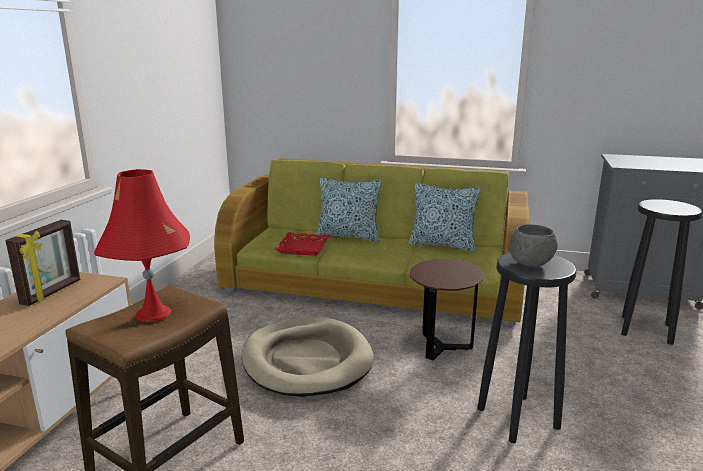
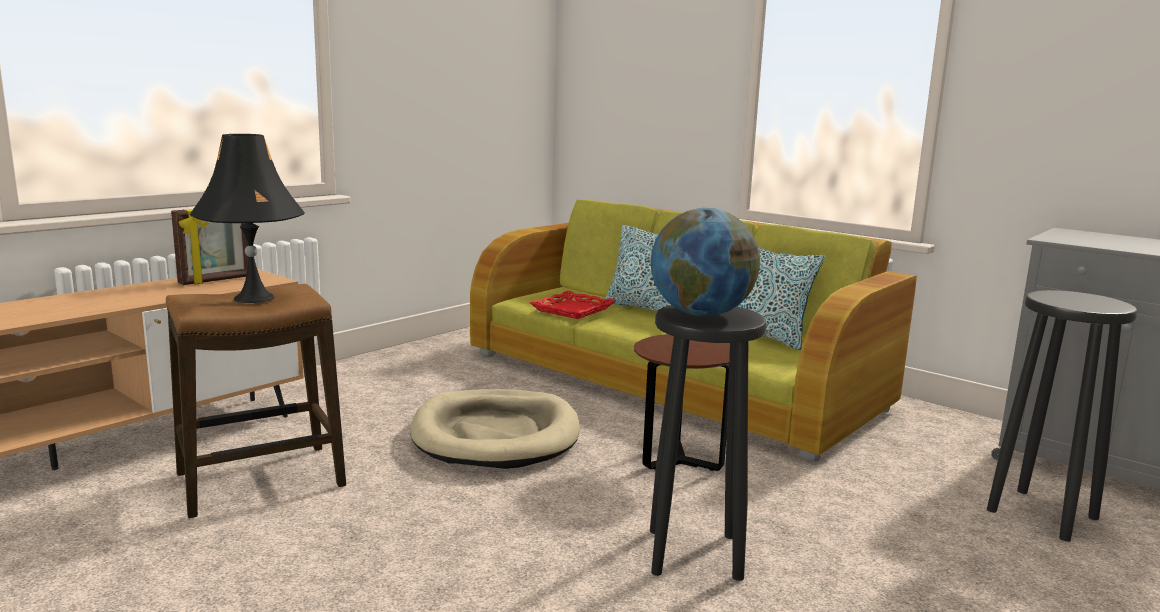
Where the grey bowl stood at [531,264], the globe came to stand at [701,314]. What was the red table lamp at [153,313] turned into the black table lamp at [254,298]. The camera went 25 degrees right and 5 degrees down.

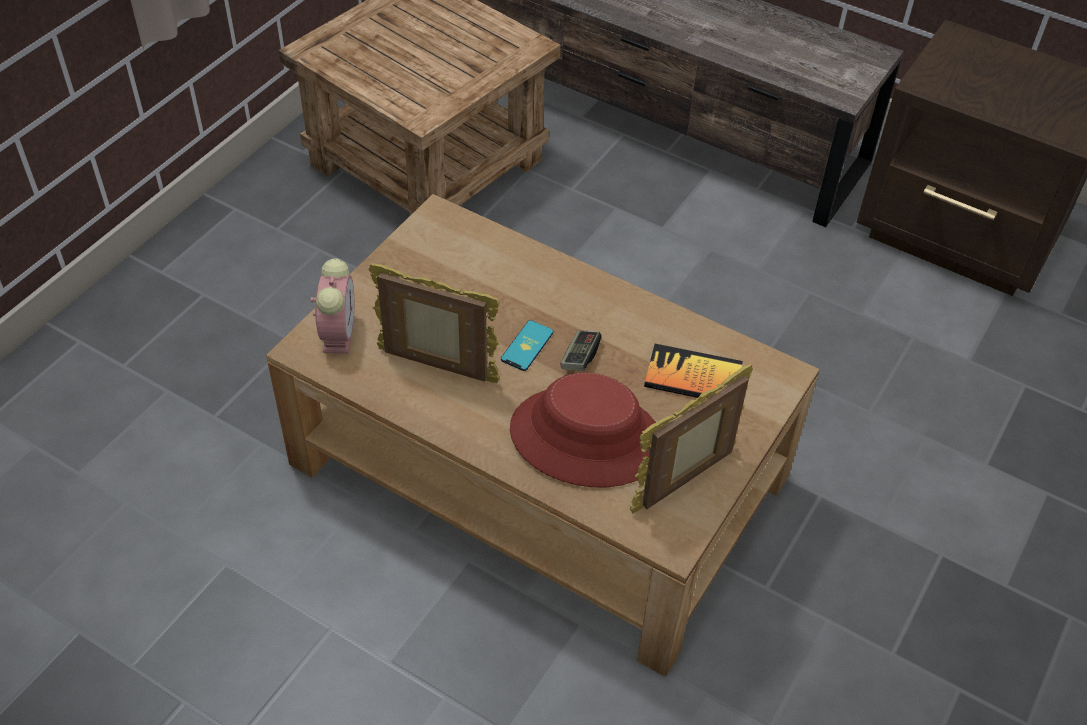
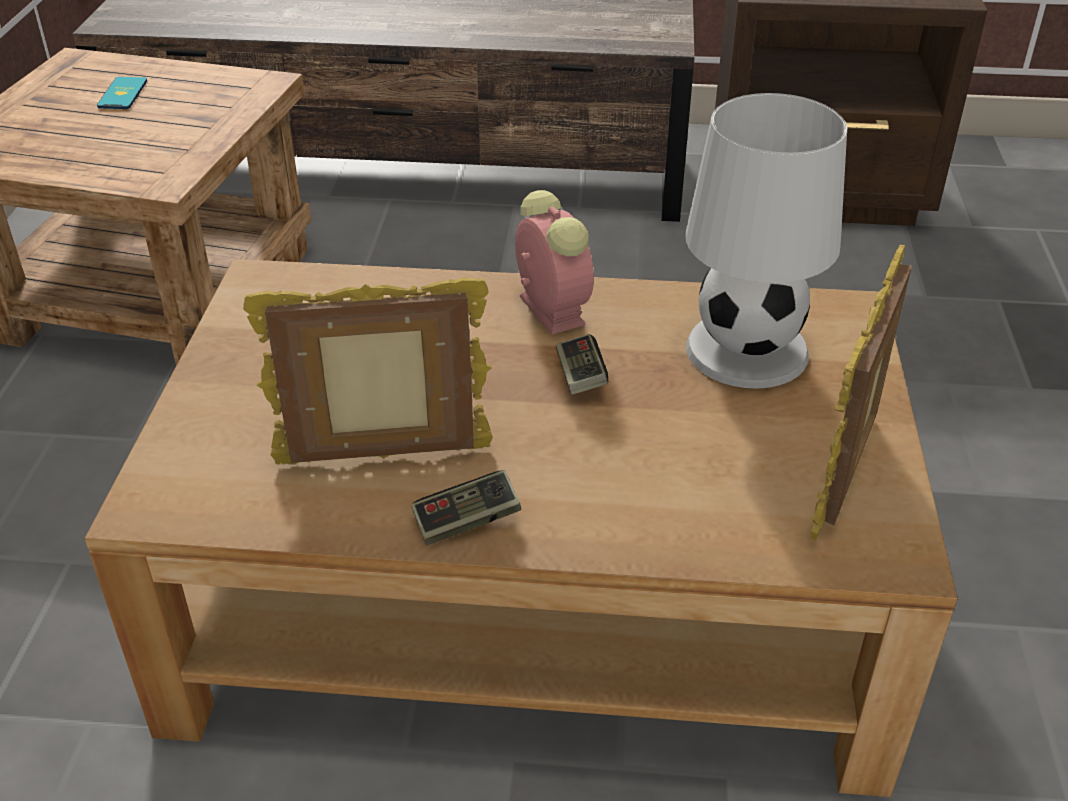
The second view lost the red hat at [586,437]. The second view gained the game controller at [466,521]. The alarm clock ended up elsewhere, having gone from [338,332] to [549,309]. The phone ended up elsewhere, having gone from [527,346] to [123,94]. Where the book stood at [693,377], the white table lamp came to stand at [745,349]. The camera went 25 degrees left and 10 degrees down.

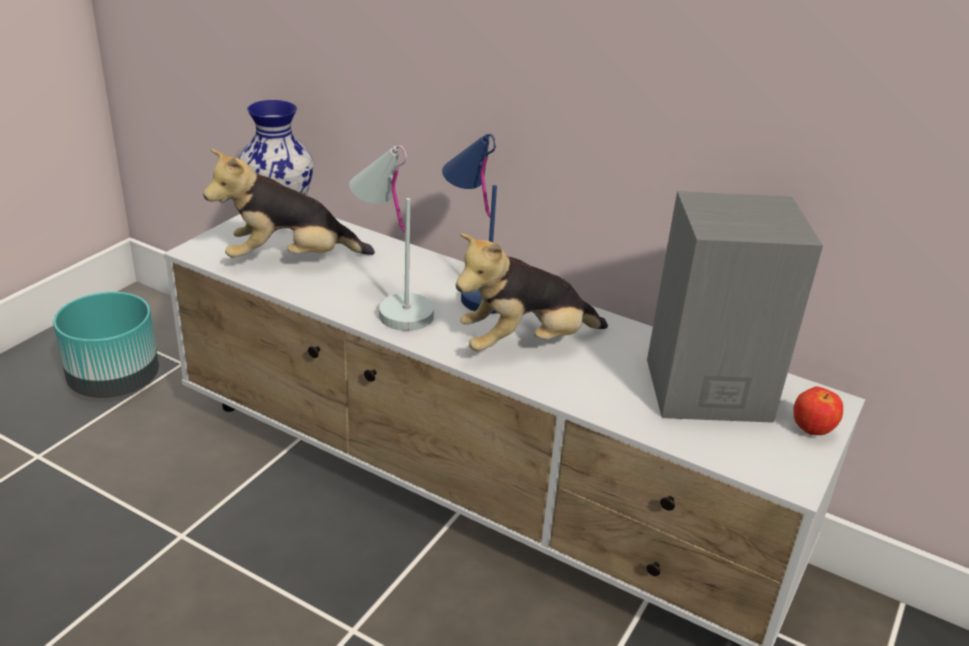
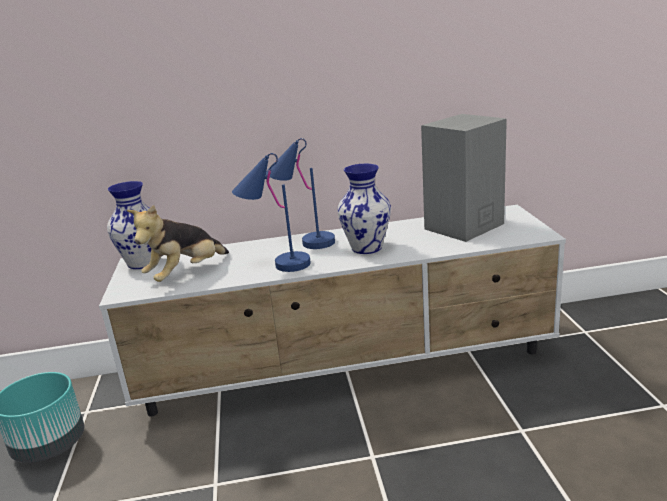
The second view lost the apple at [812,430]. Where the plush toy stood at [525,344], the vase came to stand at [367,247]. What was the white table lamp at [390,304] turned into the blue table lamp at [276,264]. The camera went 35 degrees left and 10 degrees down.

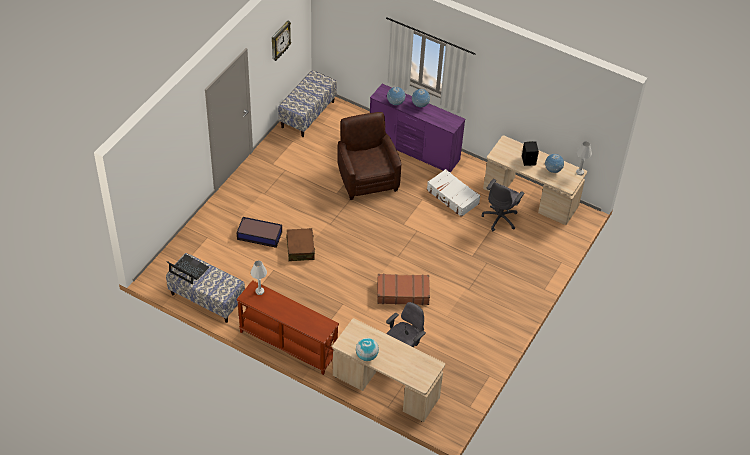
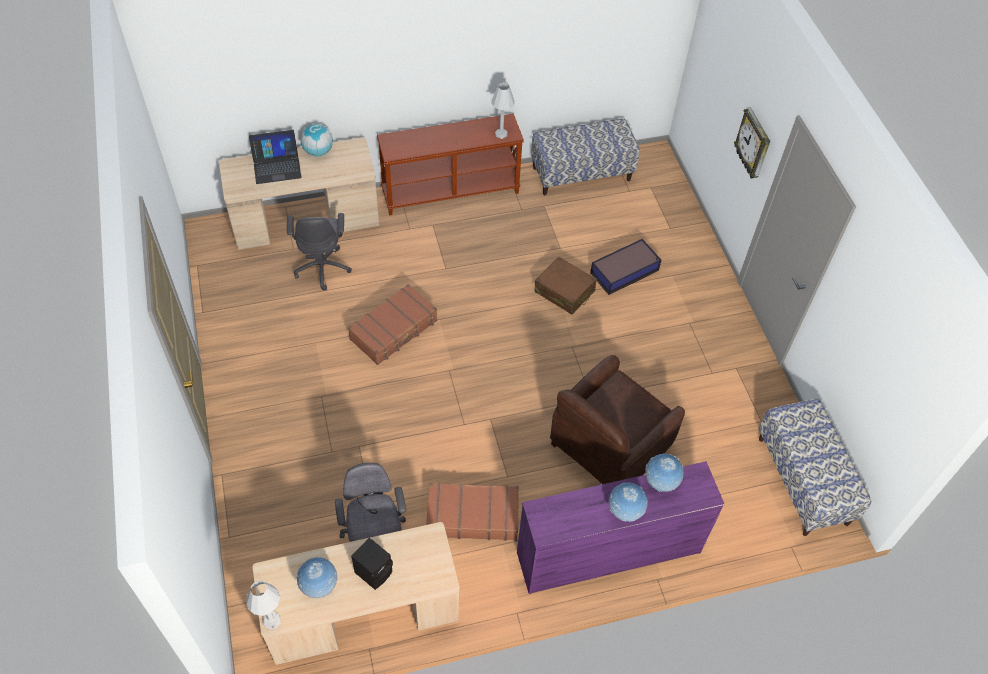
The laptop ended up elsewhere, having gone from [188,269] to [277,166]. The wall clock ended up elsewhere, having gone from [279,41] to [753,144]. What was the white suitcase at [452,197] turned into the brown suitcase at [472,516]. The brown armchair at [367,178] ended up facing another way, 105 degrees clockwise from before. The camera went 135 degrees right and 5 degrees up.

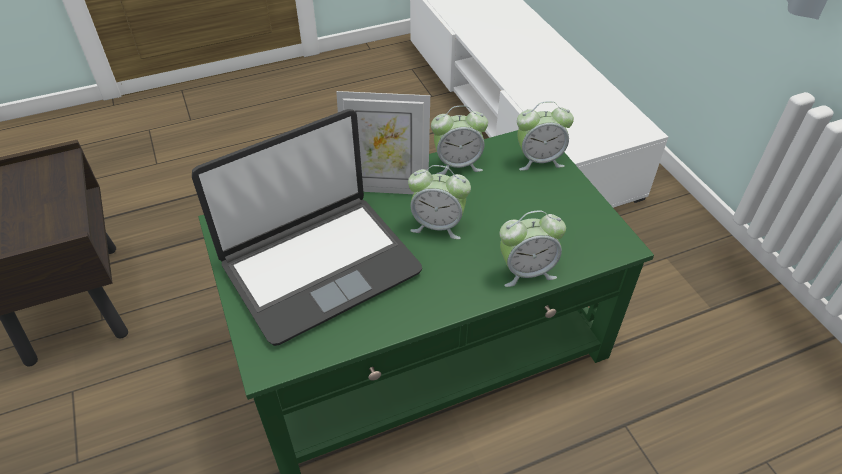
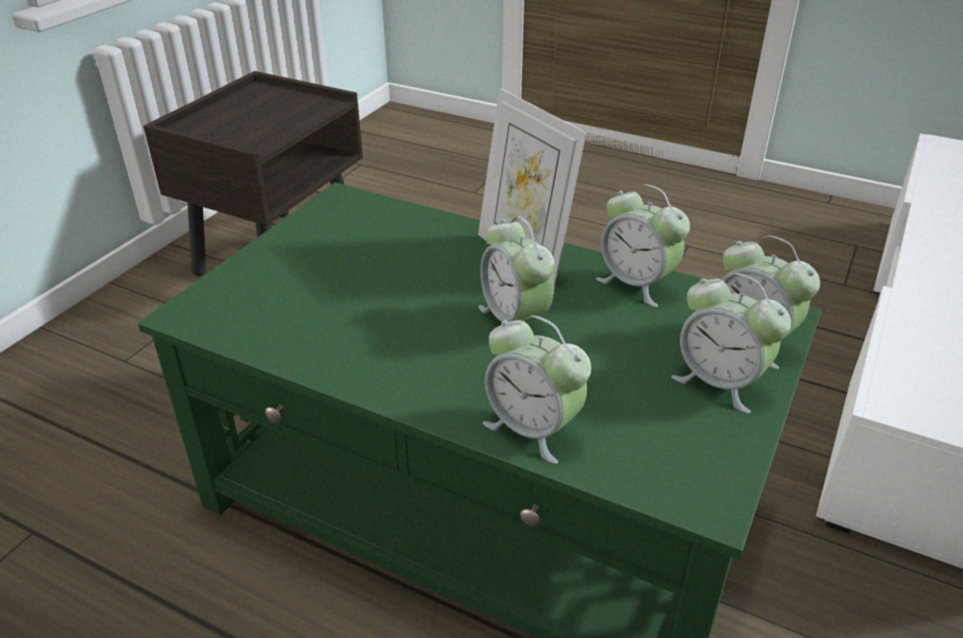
The second view lost the laptop at [319,266]. The second view gained the alarm clock at [720,383]. The camera went 50 degrees right and 10 degrees down.

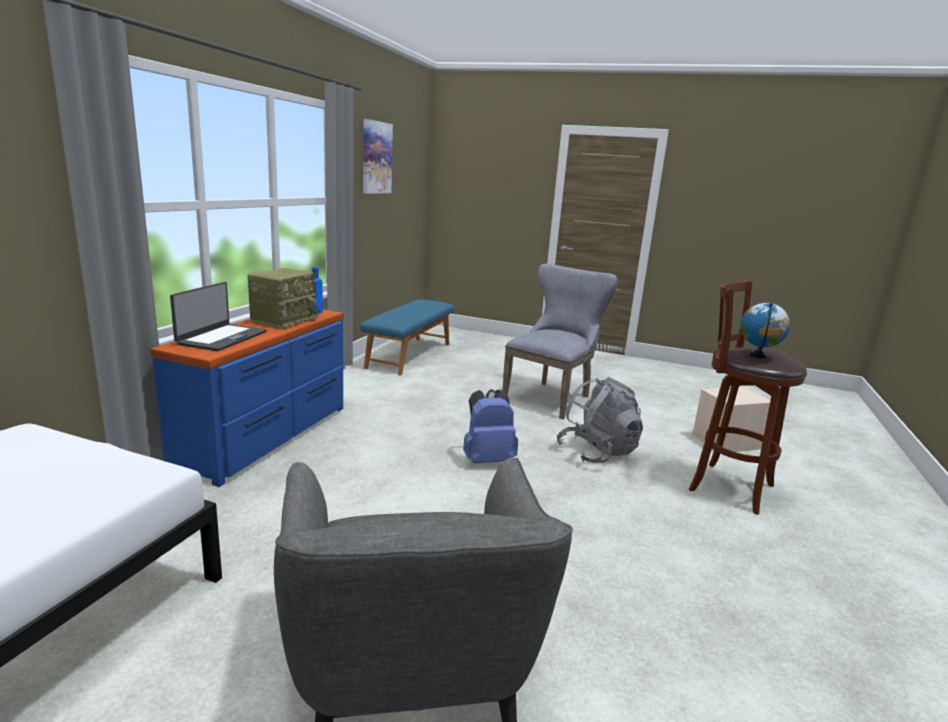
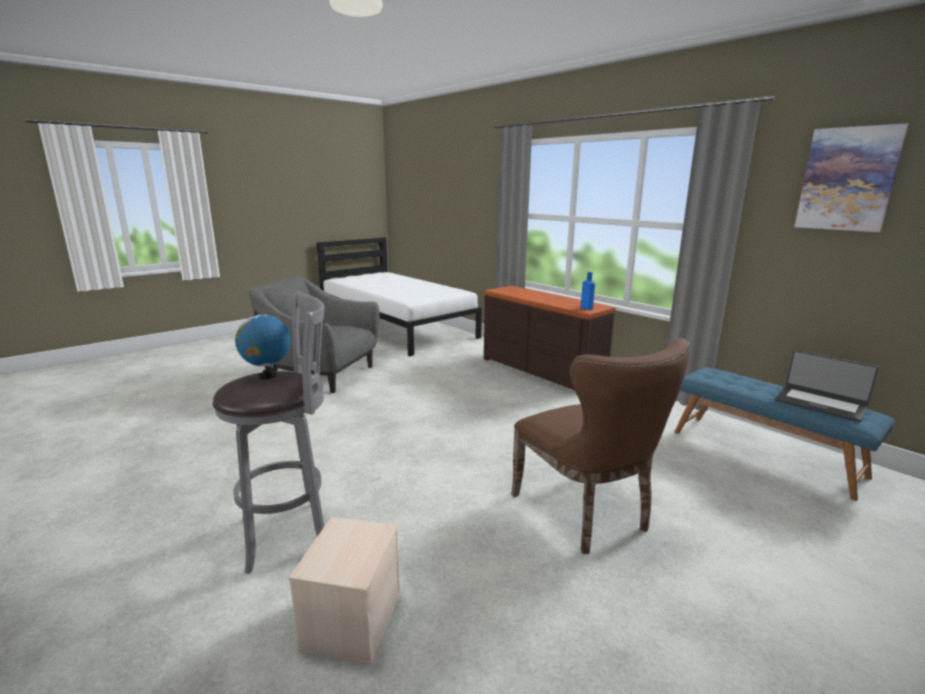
The second view lost the radio at [284,320]. The second view lost the blue backpack at [487,459]. The second view lost the grey backpack at [597,452]. The laptop ended up elsewhere, having gone from [221,338] to [820,404]. What was the blue dresser at [268,436] turned into the brown dresser at [540,371]. What was the grey chair at [551,397] turned into the brown chair at [587,515]. What was the brown stool at [726,485] turned into the grey stool at [291,532]. The camera went 120 degrees right and 0 degrees up.

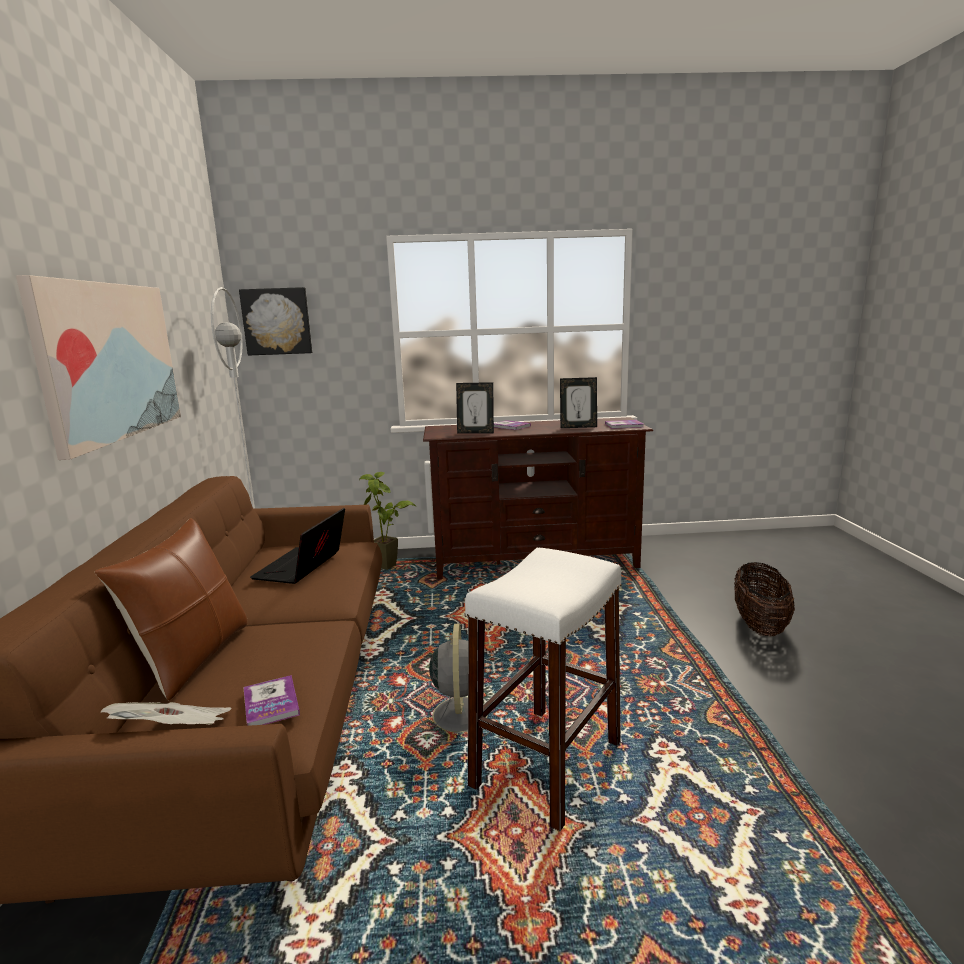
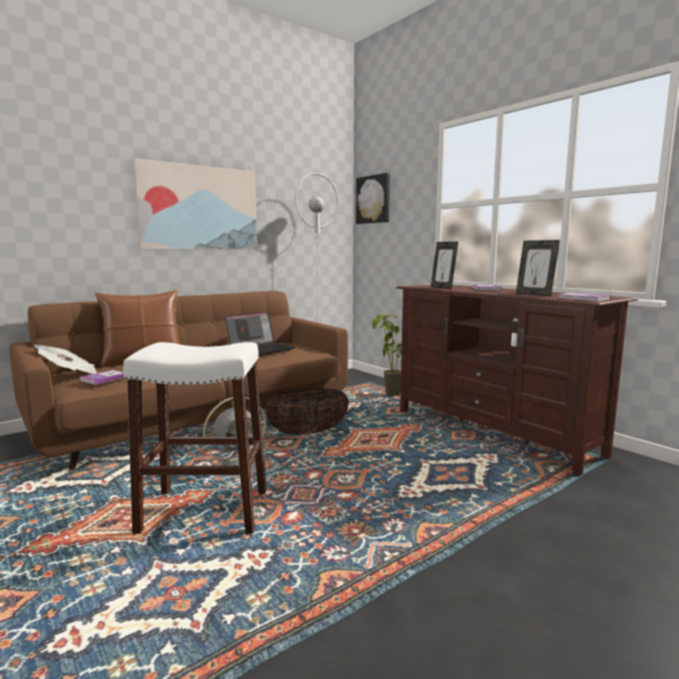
The basket ended up elsewhere, having gone from [759,625] to [308,433]. The laptop at [302,567] ended up facing another way, 150 degrees clockwise from before. The camera went 55 degrees right and 5 degrees down.

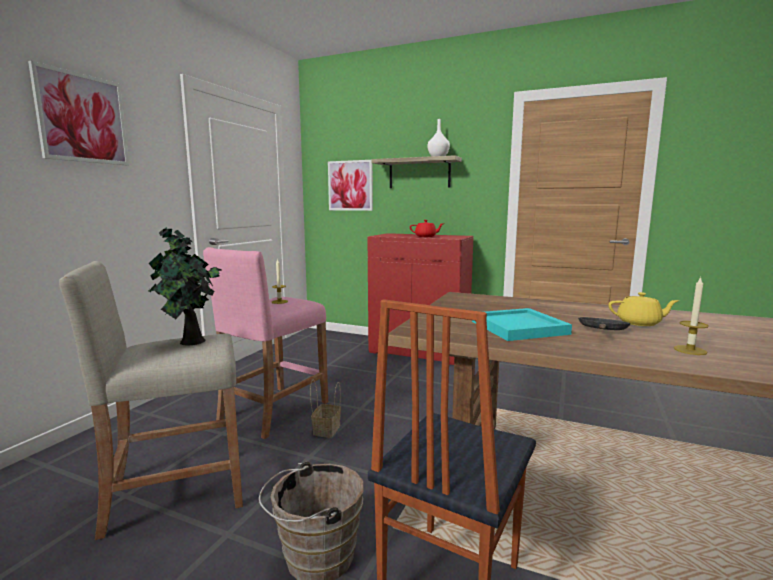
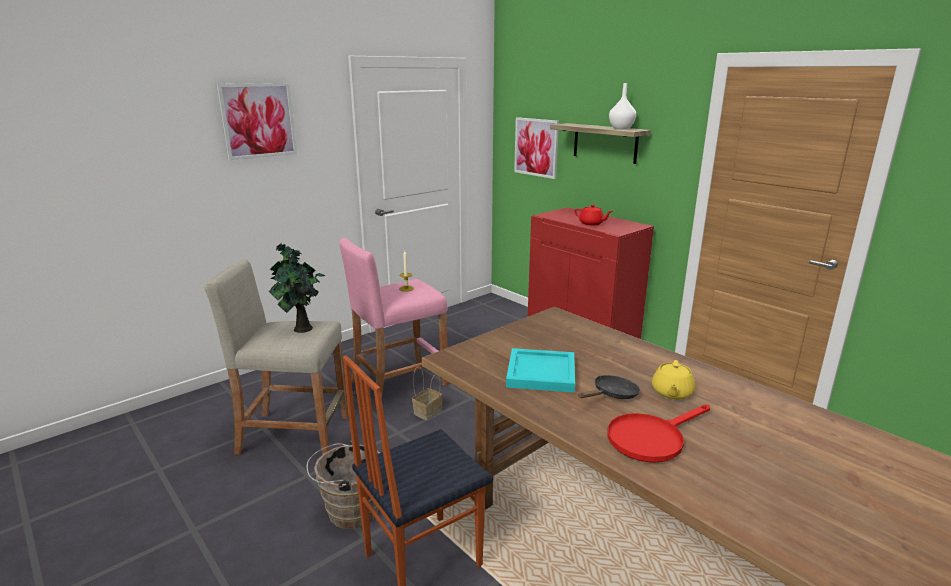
Where the candle stood at [690,350], the red frying pan came to stand at [651,438]. The yellow teapot at [640,323] ended up facing another way, 75 degrees clockwise from before. The camera went 25 degrees right and 10 degrees up.

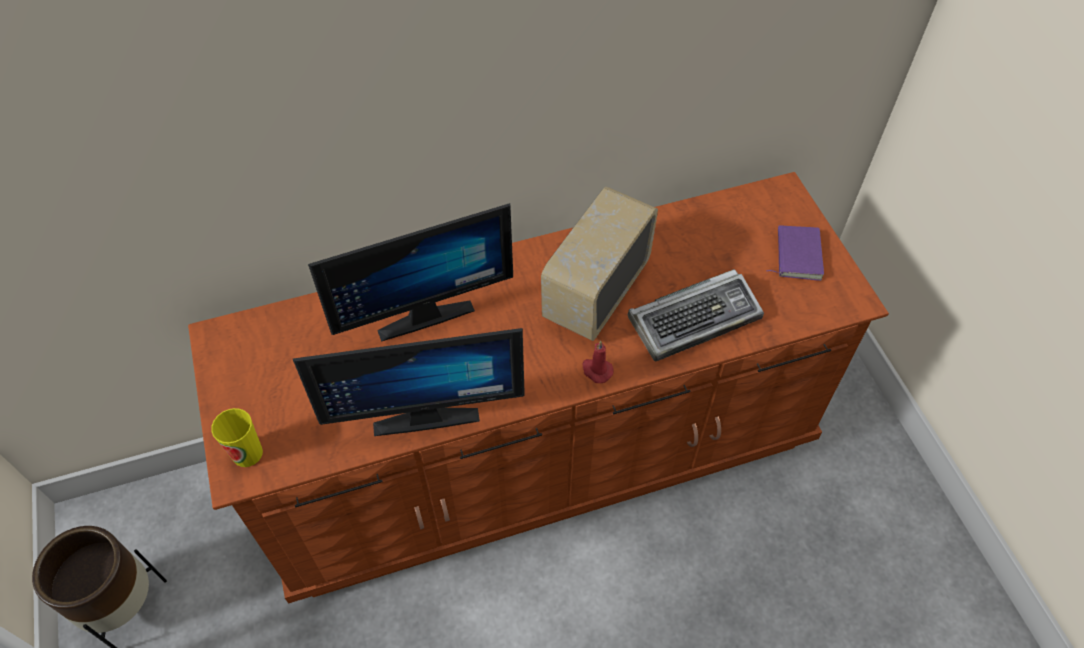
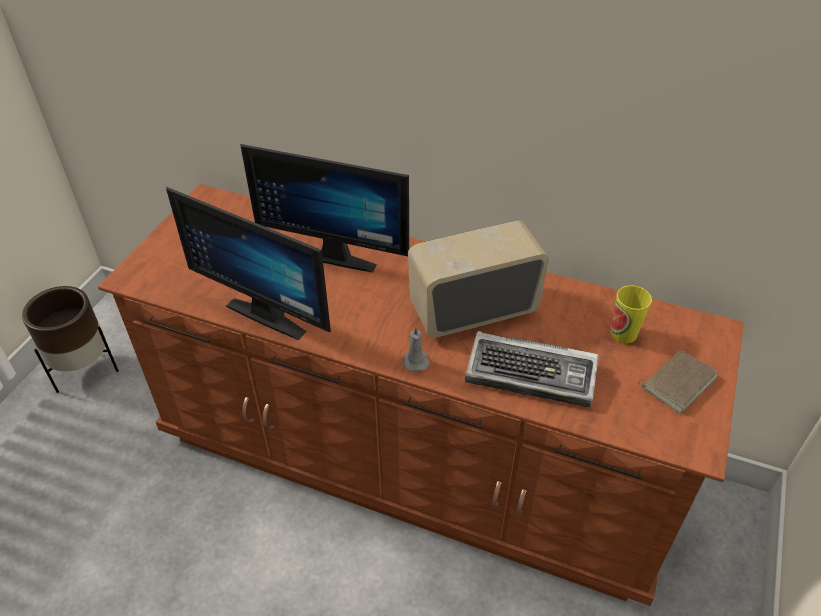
The cup ended up elsewhere, having gone from [247,453] to [623,333]. What was the red candle at [596,370] turned into the grey candle at [415,360]. What was the purple book at [796,254] turned into the brown book at [676,381]. The camera went 40 degrees right and 10 degrees down.

